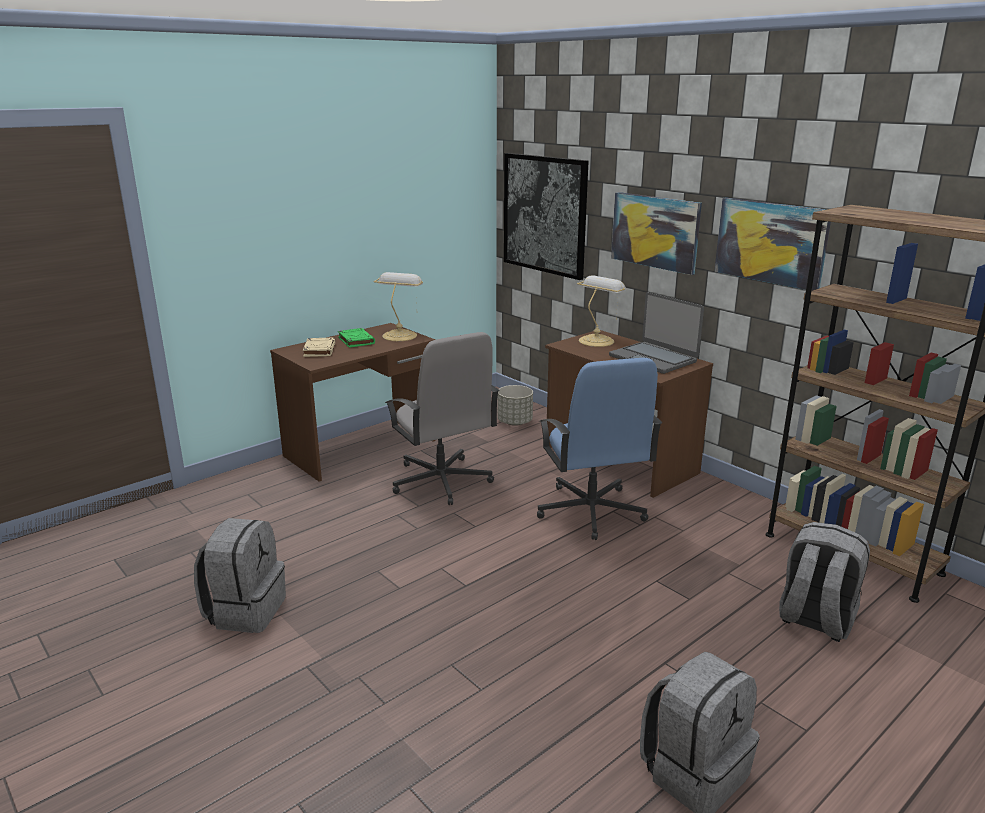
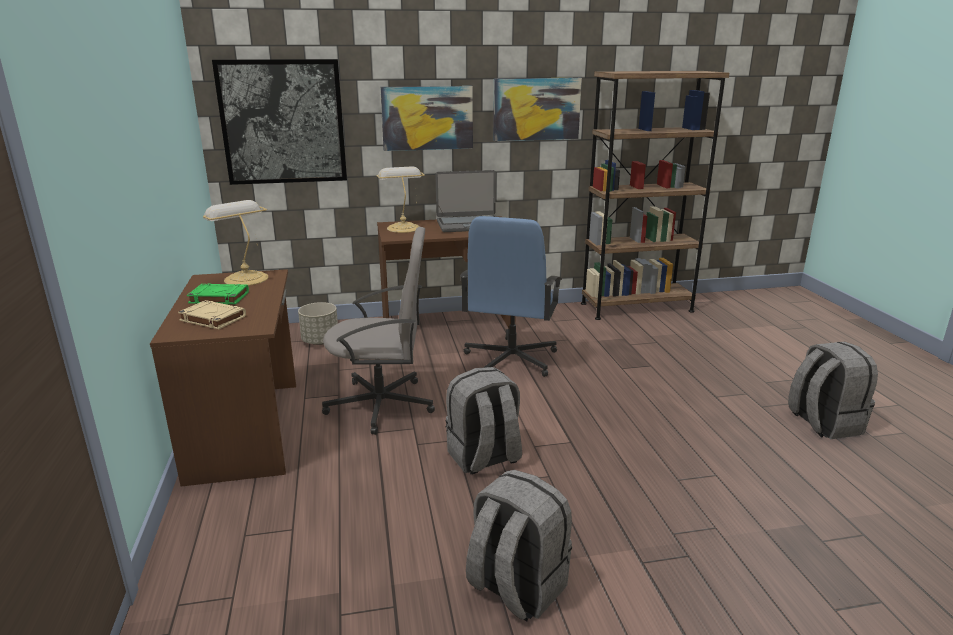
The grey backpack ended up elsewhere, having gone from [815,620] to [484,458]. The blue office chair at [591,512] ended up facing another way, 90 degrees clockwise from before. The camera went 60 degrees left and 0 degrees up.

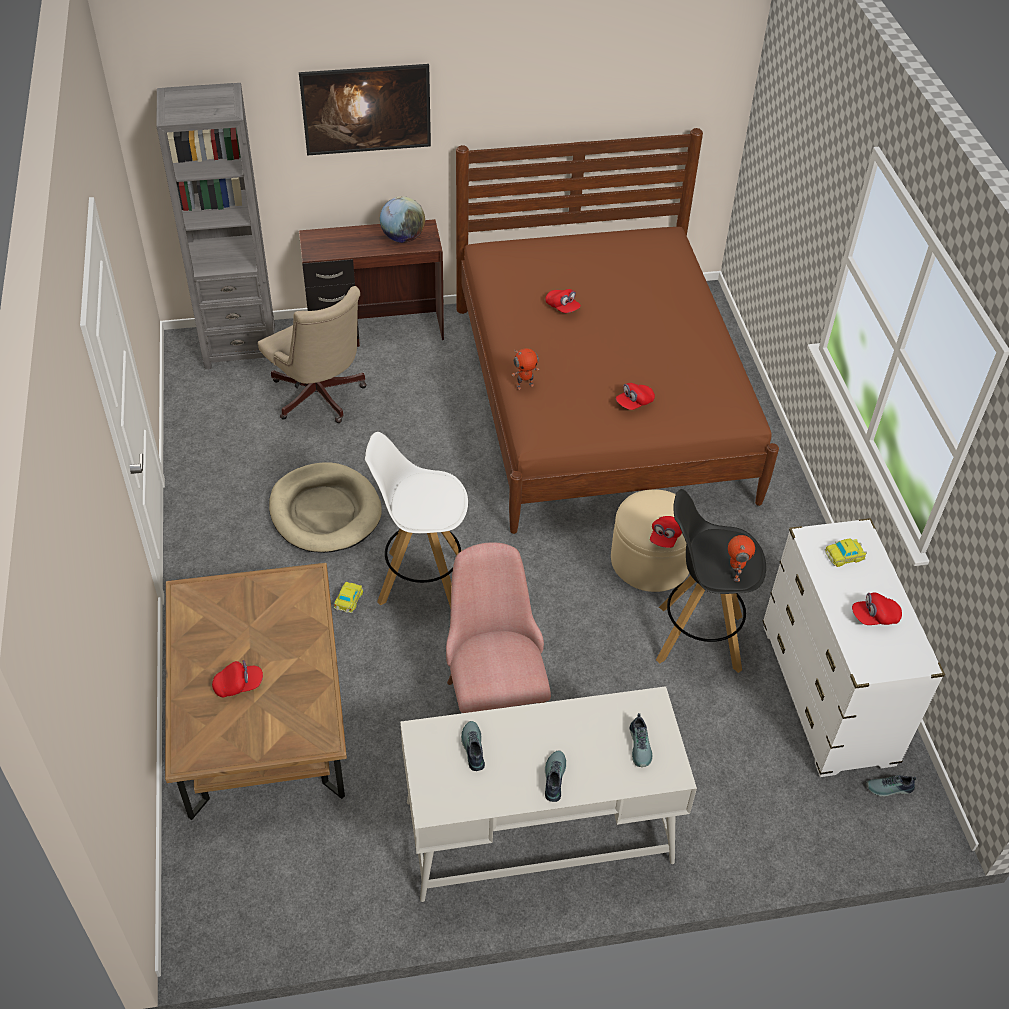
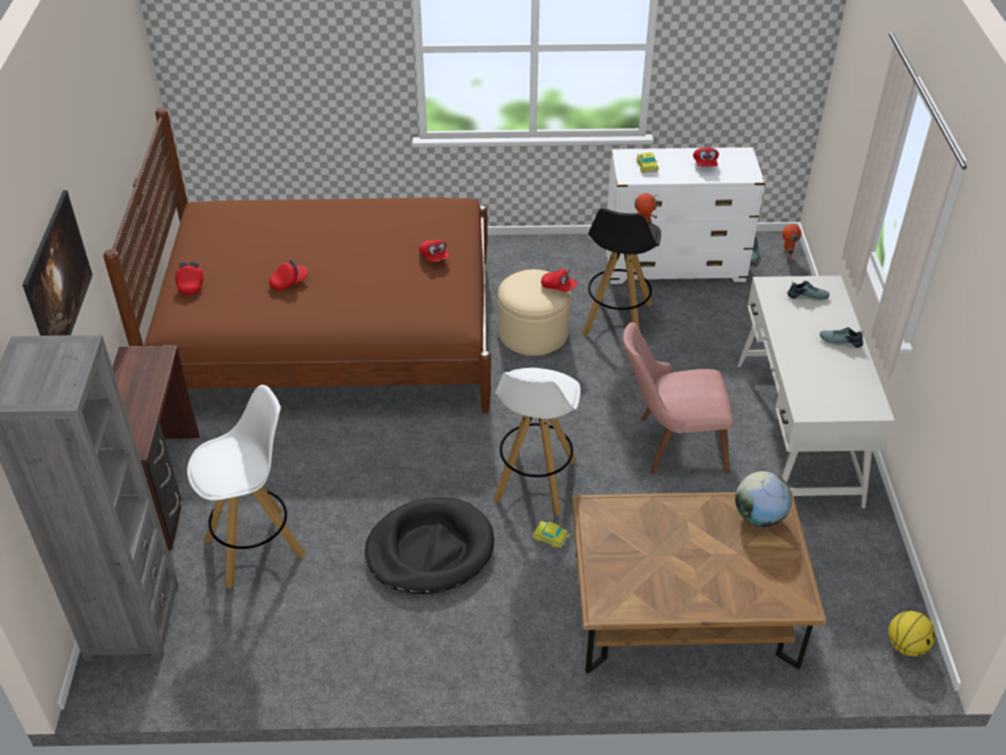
The second view lost the shoe at [472,748]. The second view gained the basketball at [906,646]. The red cap ended up elsewhere, having gone from [238,685] to [191,284]. The globe ended up elsewhere, having gone from [403,238] to [759,517]. The toy robot ended up elsewhere, having gone from [524,385] to [786,255]. Where the beige office chair stood at [320,399], the white stool came to stand at [256,547]. What was the beige dog bed at [325,511] turned into the black dog bed at [430,550]. The camera went 80 degrees left and 5 degrees down.

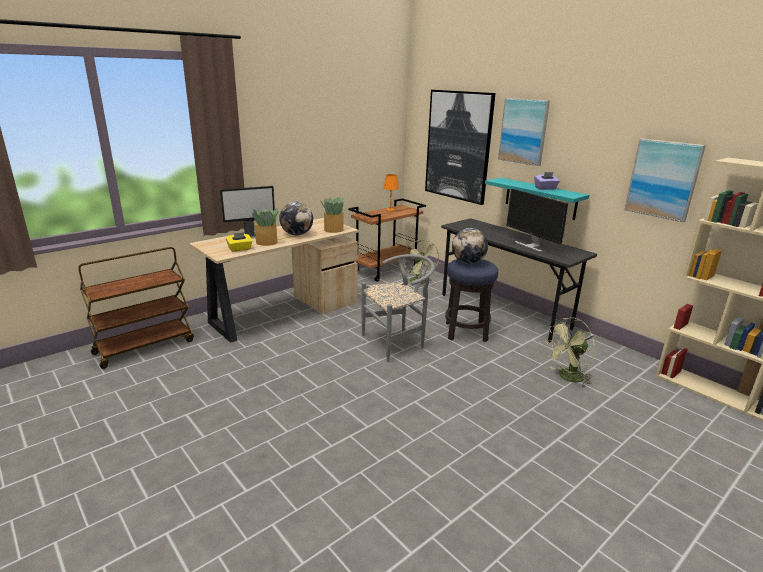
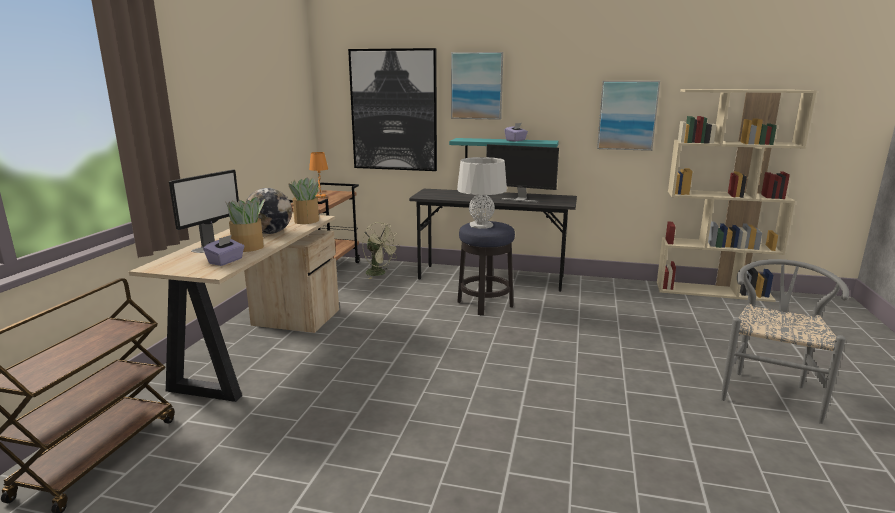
The second view lost the green fan at [567,378]. The grey chair ended up elsewhere, having gone from [397,342] to [769,392]. Where the globe stood at [468,262], the grey table lamp came to stand at [481,225]. What was the yellow tissue box at [240,249] turned into the purple tissue box at [226,261]. The camera went 35 degrees left and 5 degrees down.

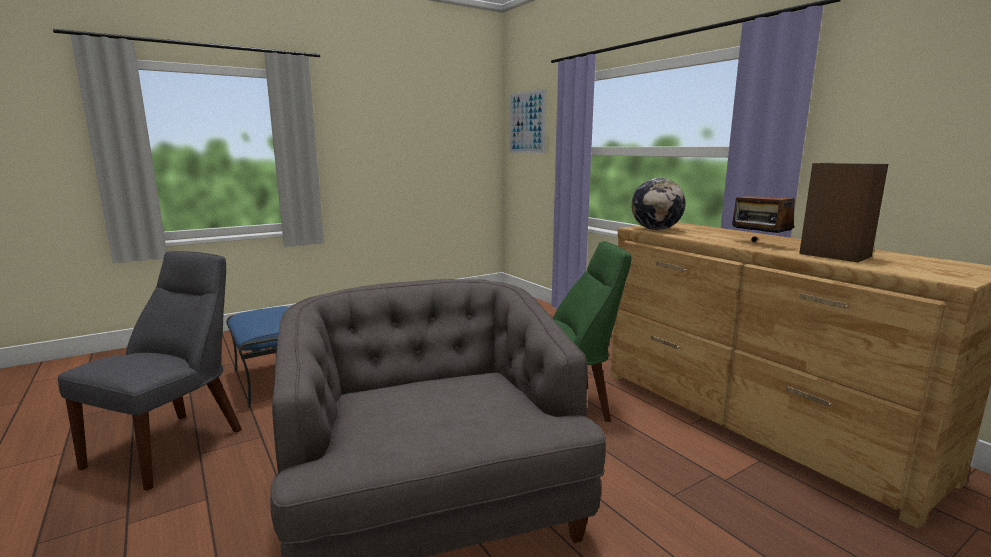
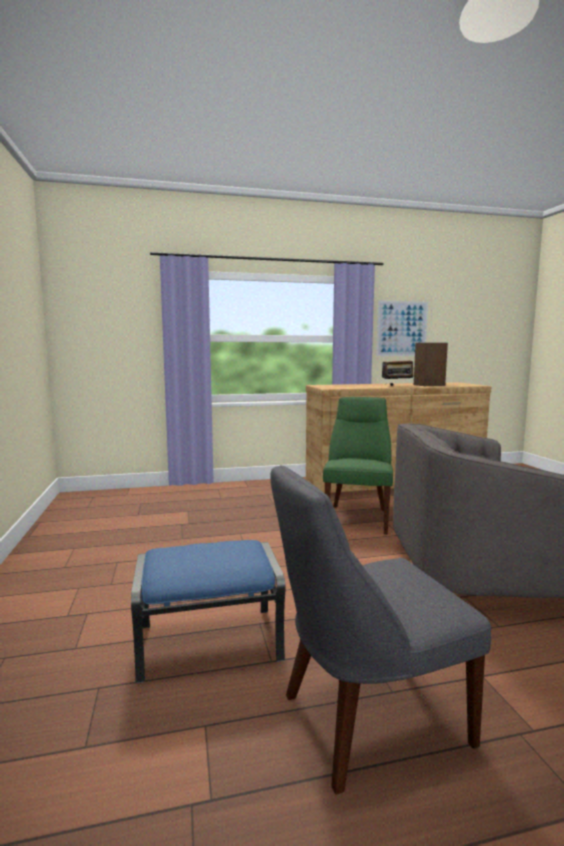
The second view lost the globe at [656,230]. The picture ended up elsewhere, having gone from [527,122] to [402,328]. The grey chair at [173,445] ended up facing another way, 60 degrees counterclockwise from before. The camera went 70 degrees left and 5 degrees down.

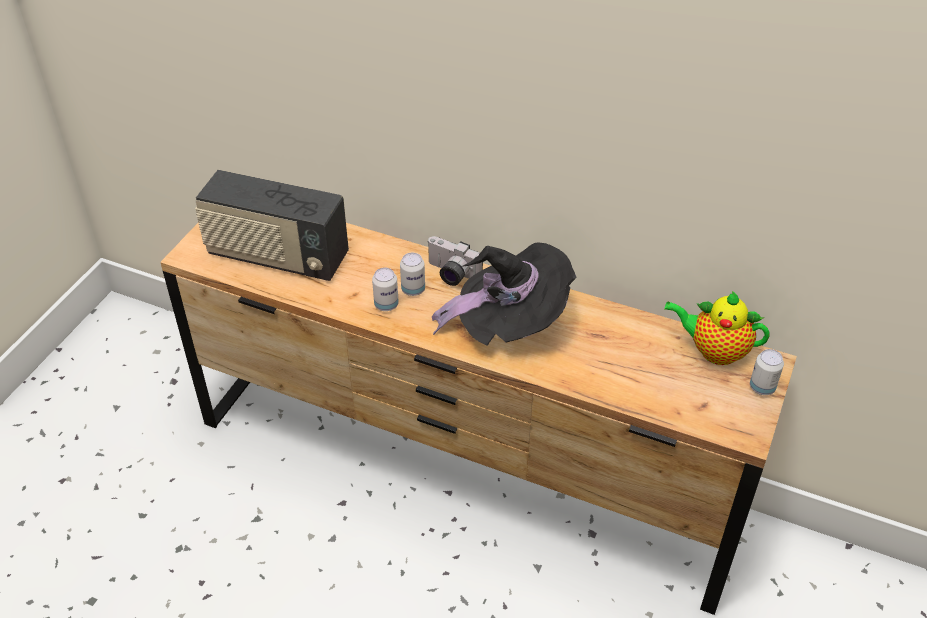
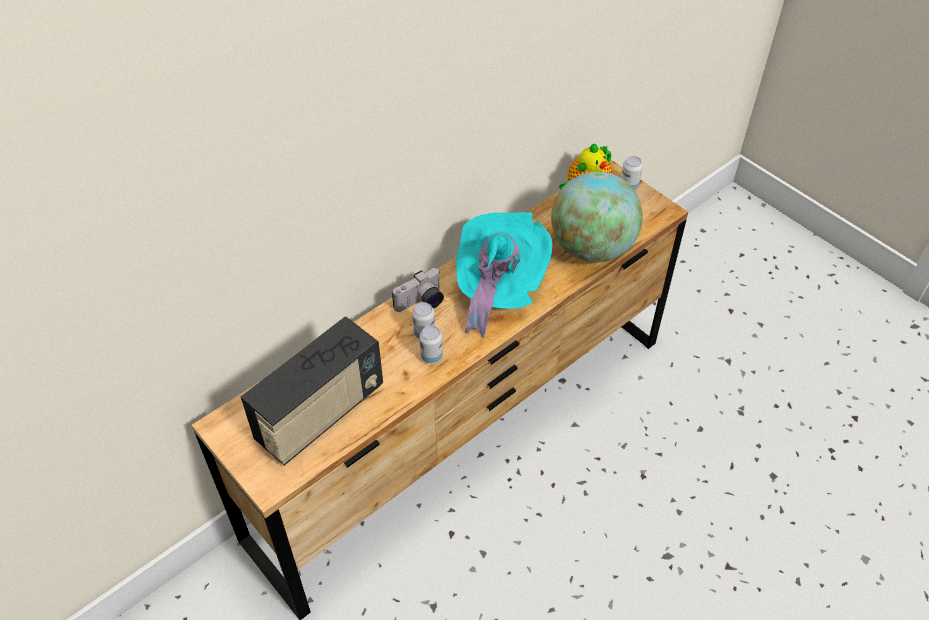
The second view gained the globe at [592,248]. What was the black hat at [510,323] turned into the turquoise hat at [497,288]. The camera went 65 degrees left and 5 degrees up.

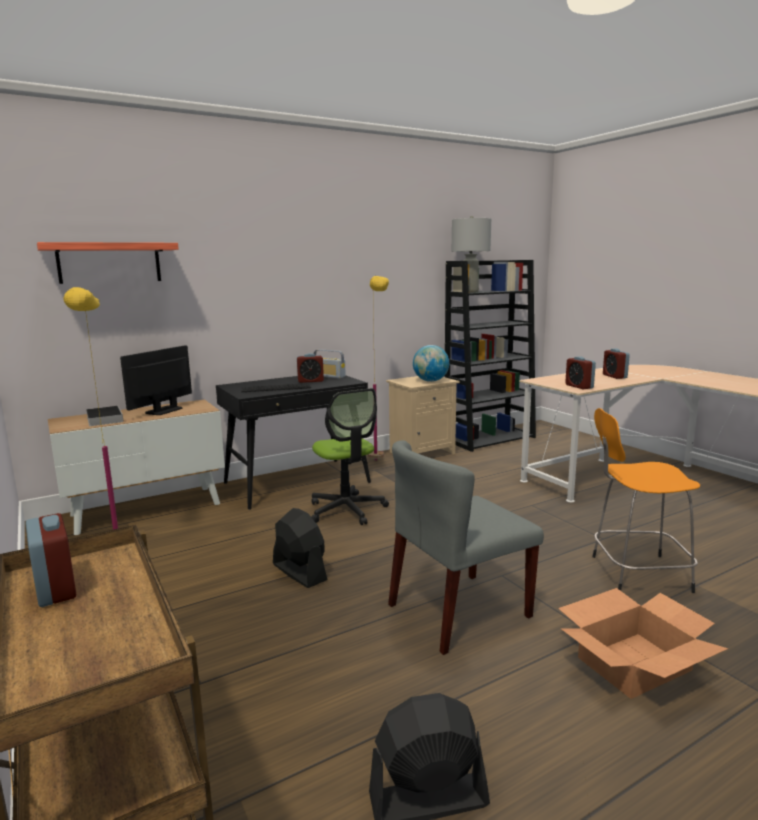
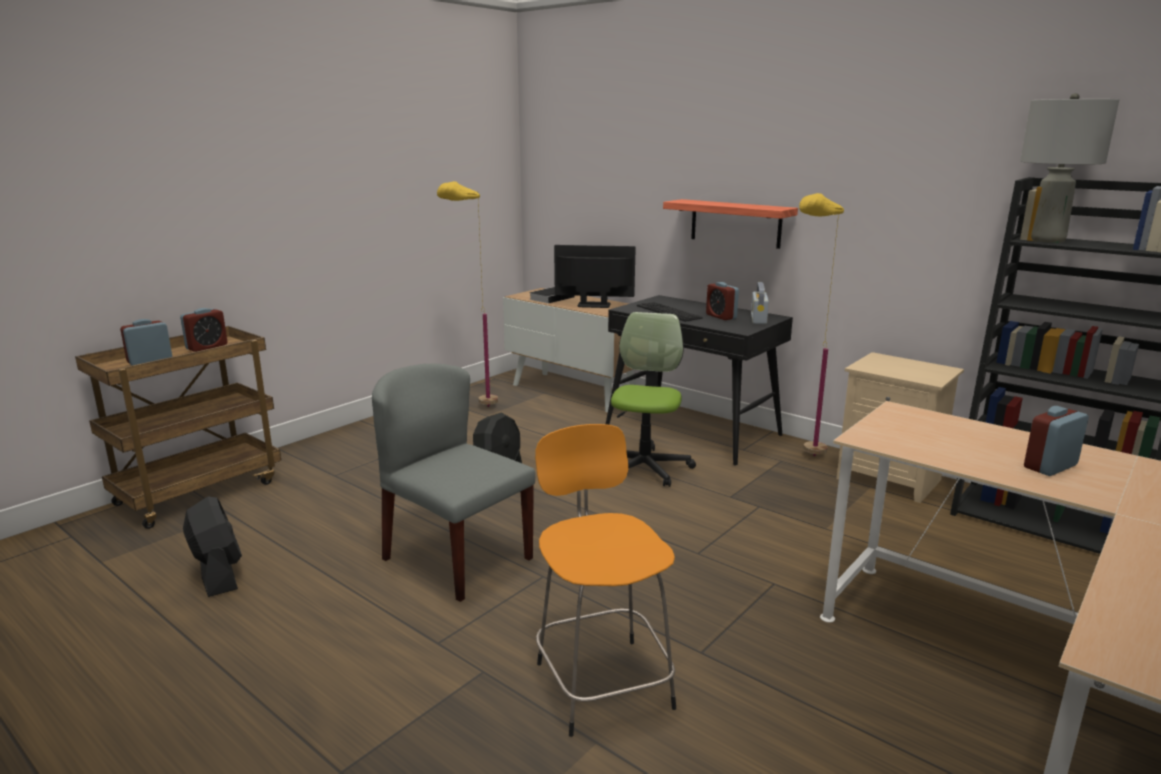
The second view lost the globe at [430,381]. The second view lost the cardboard box at [633,664]. The shelf ended up elsewhere, having gone from [109,263] to [735,223]. The alarm clock ended up elsewhere, having gone from [579,386] to [150,361]. The office chair at [347,510] ended up facing another way, 150 degrees clockwise from before. The camera went 70 degrees right and 5 degrees up.

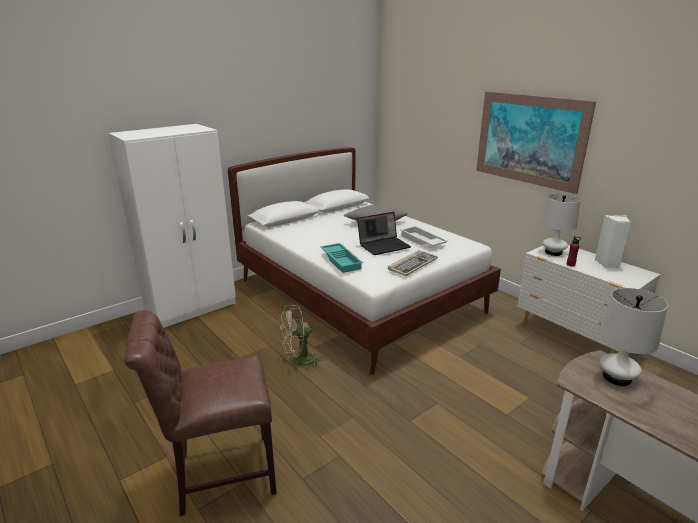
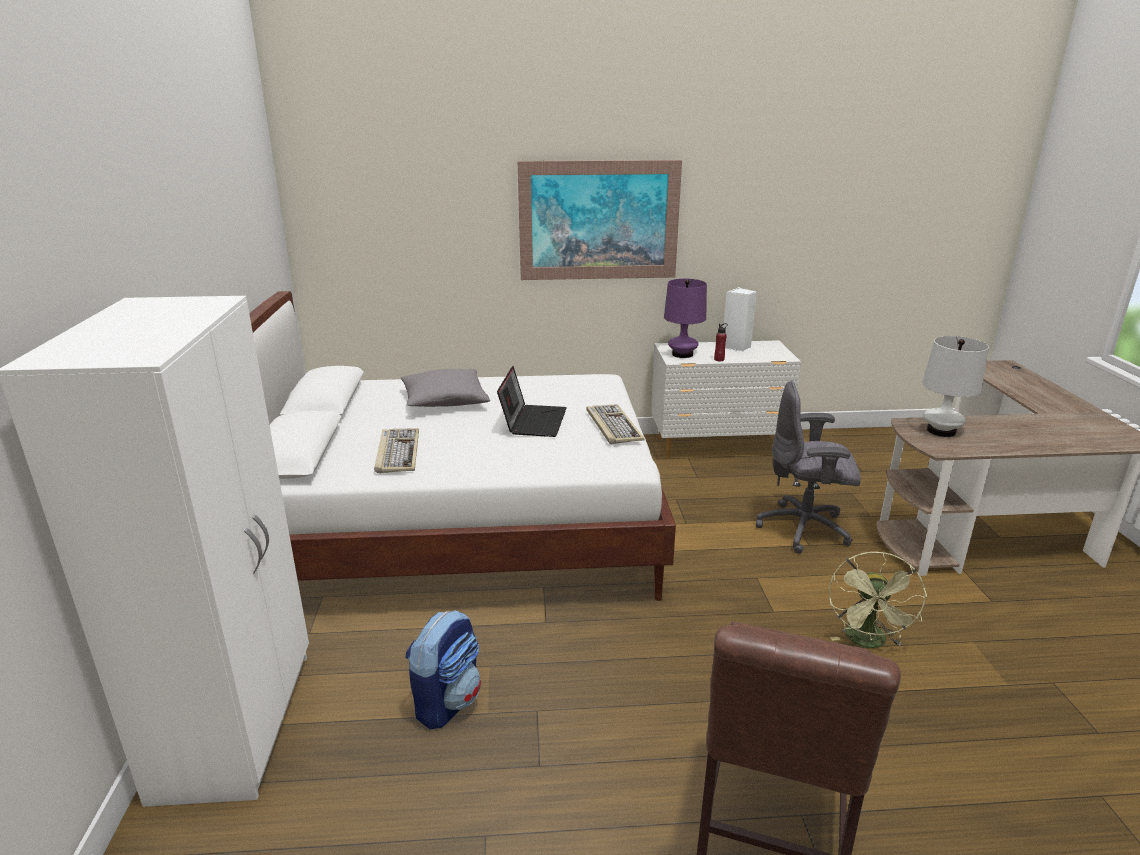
The second view lost the turquoise tray at [342,260]. The second view lost the white tray at [422,241]. The second view gained the keyboard at [397,453]. The second view gained the backpack at [447,702]. The second view gained the grey office chair at [805,529]. The green fan ended up elsewhere, having gone from [299,360] to [868,642]. What was the white table lamp at [553,252] turned into the purple table lamp at [682,354]. The camera went 55 degrees left and 0 degrees up.

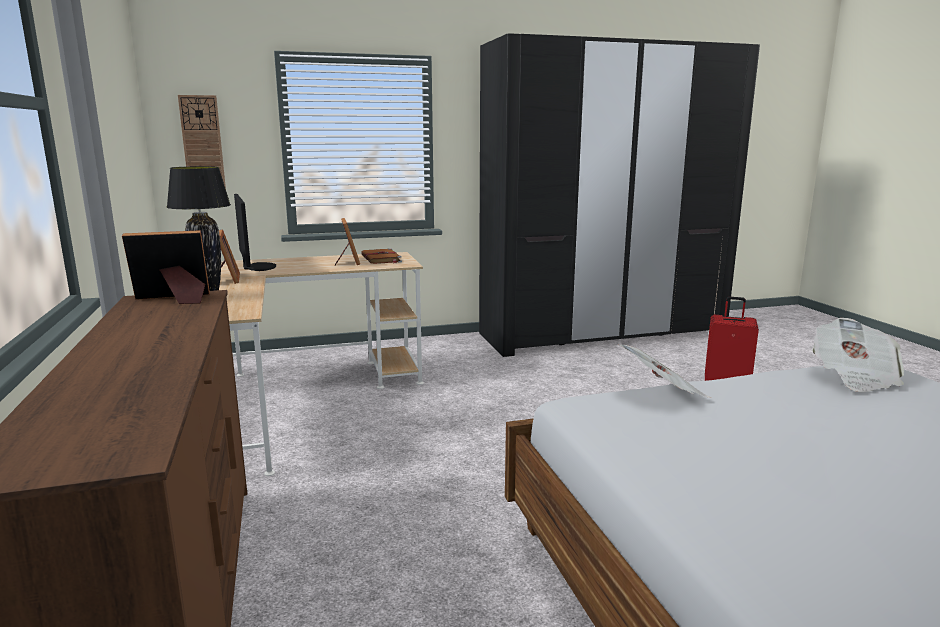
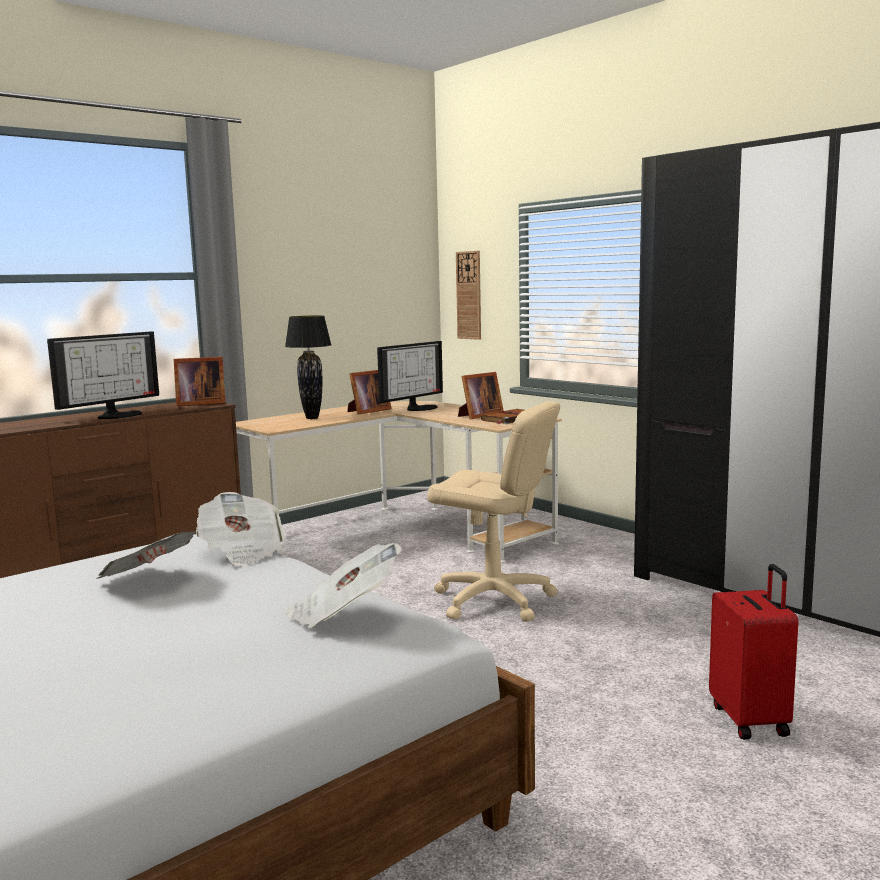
The second view gained the monitor at [118,415]. The second view gained the newspaper at [148,580]. The second view gained the beige office chair at [494,600]. The picture frame at [174,299] ended up facing another way, 120 degrees clockwise from before. The camera went 65 degrees right and 5 degrees down.

